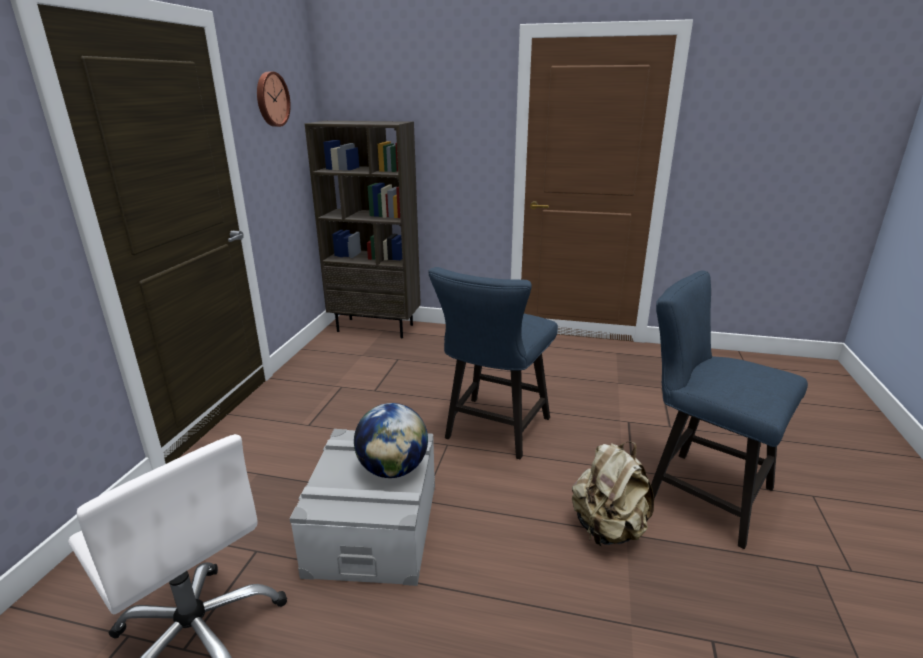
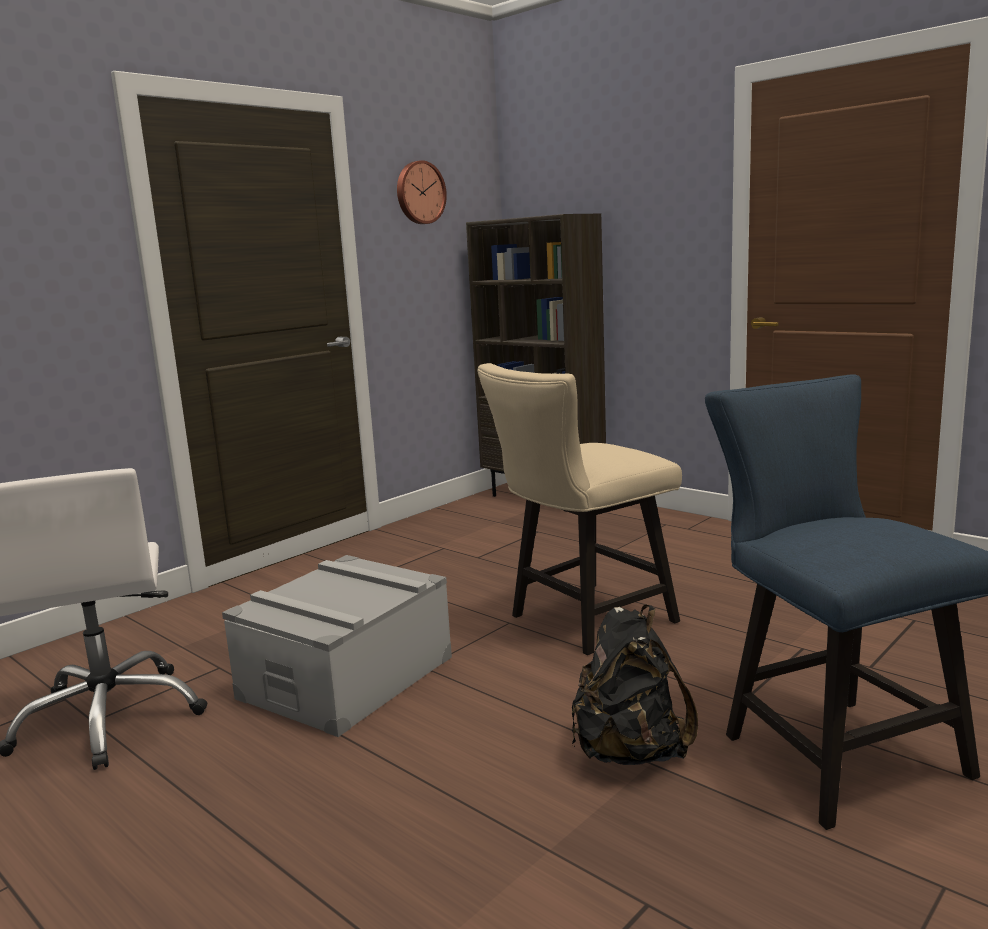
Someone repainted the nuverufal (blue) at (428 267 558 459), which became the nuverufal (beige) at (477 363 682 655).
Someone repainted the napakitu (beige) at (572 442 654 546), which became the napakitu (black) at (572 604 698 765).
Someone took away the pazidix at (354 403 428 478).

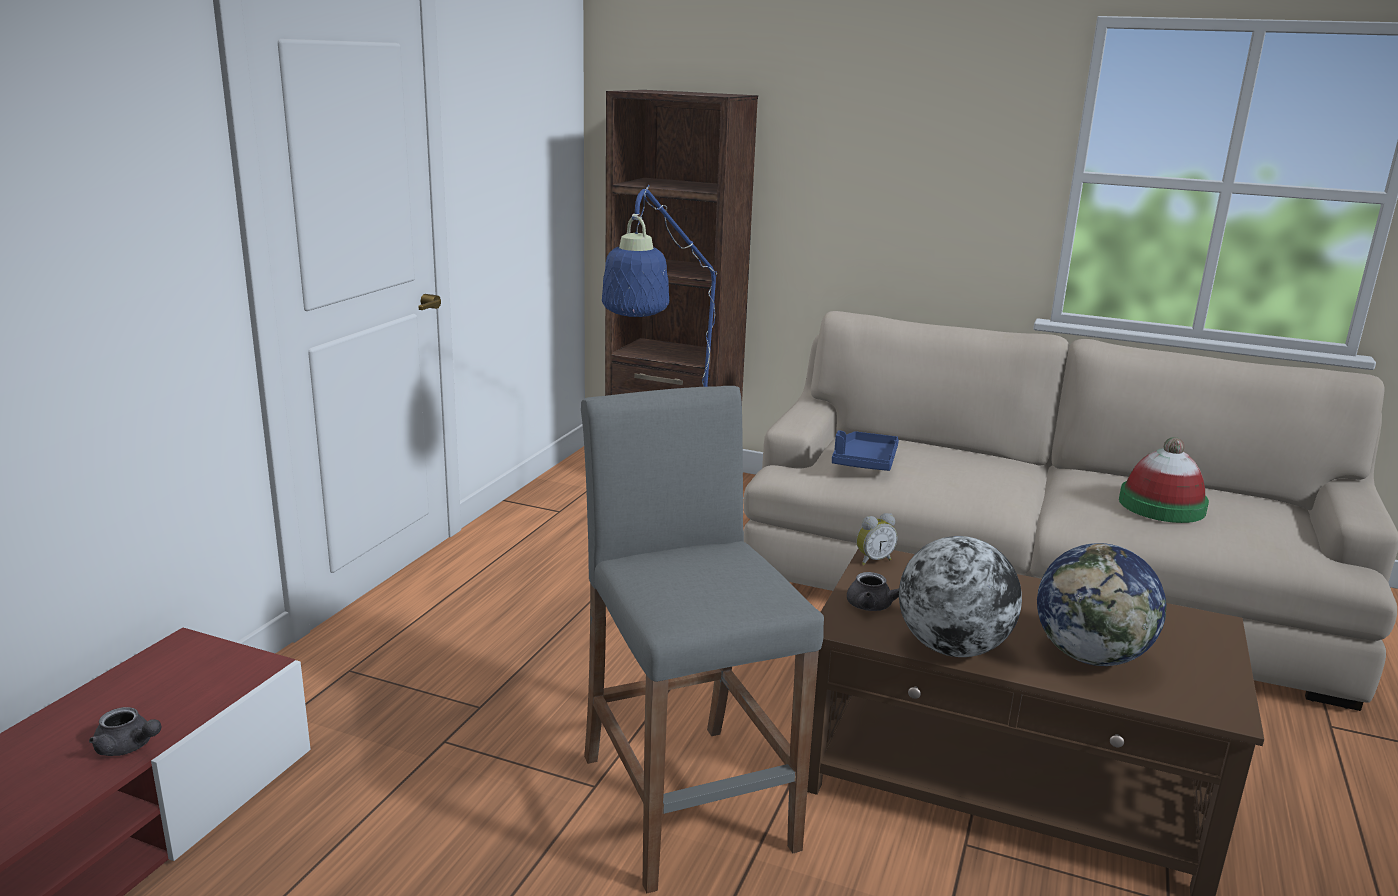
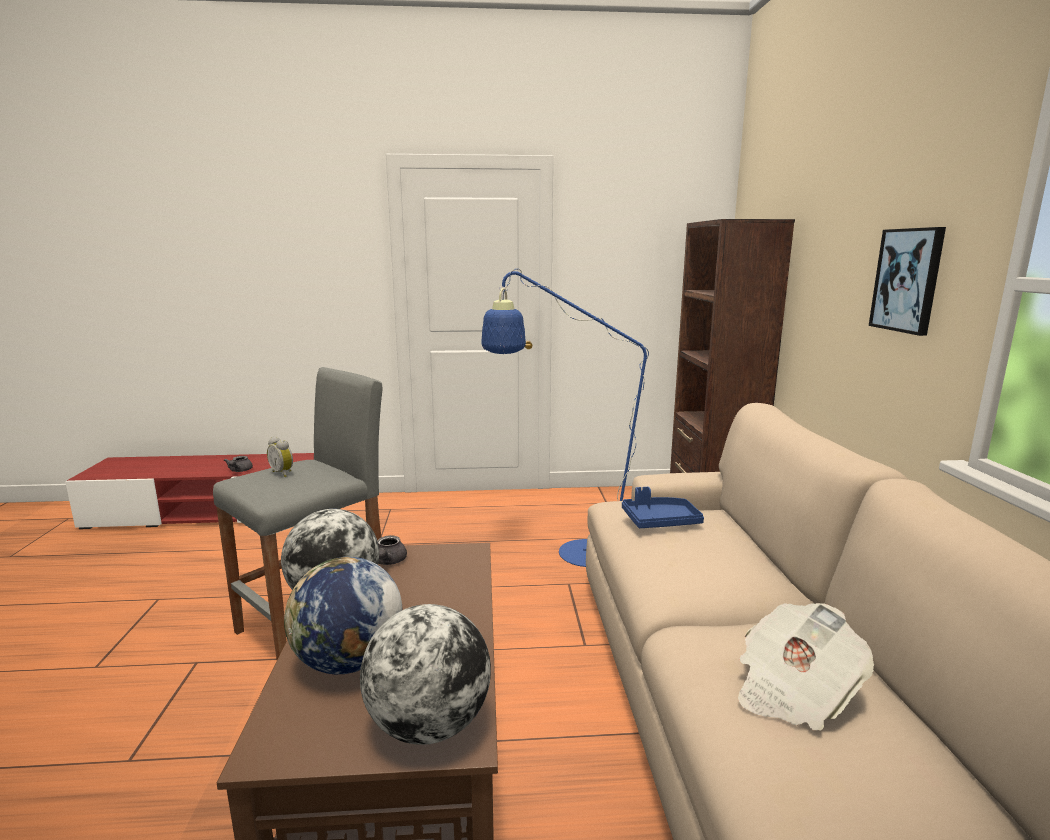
Someone carried the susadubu from (856 513 898 565) to (267 437 293 477).
Someone put down the pazidix at (360 604 491 745).
Someone swapped the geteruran at (1119 437 1209 523) for the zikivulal at (738 603 874 731).
Someone put up the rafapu at (869 227 946 336).

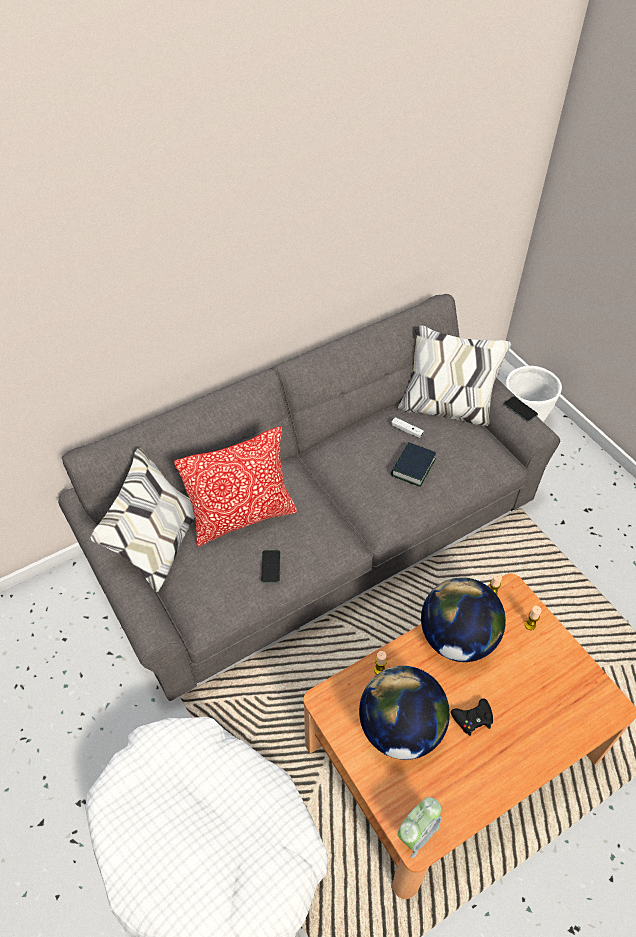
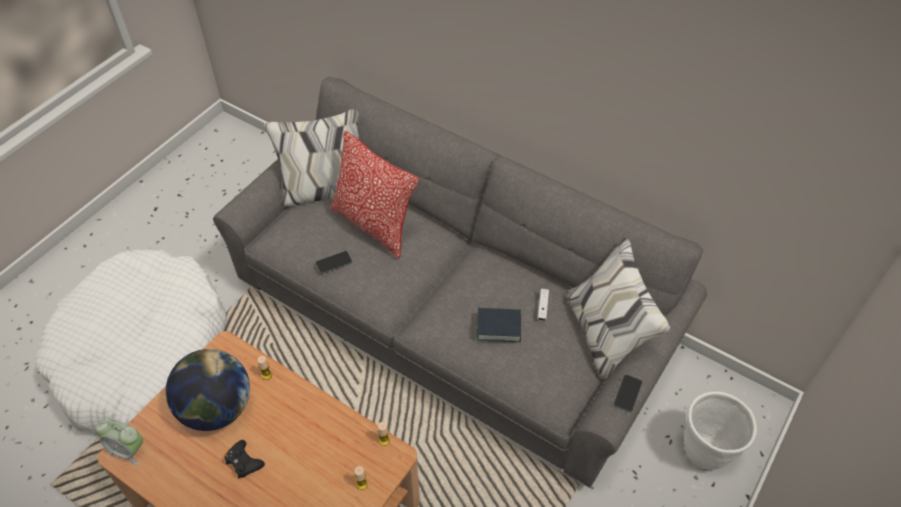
Someone took away the pazidix at (421 577 506 662).

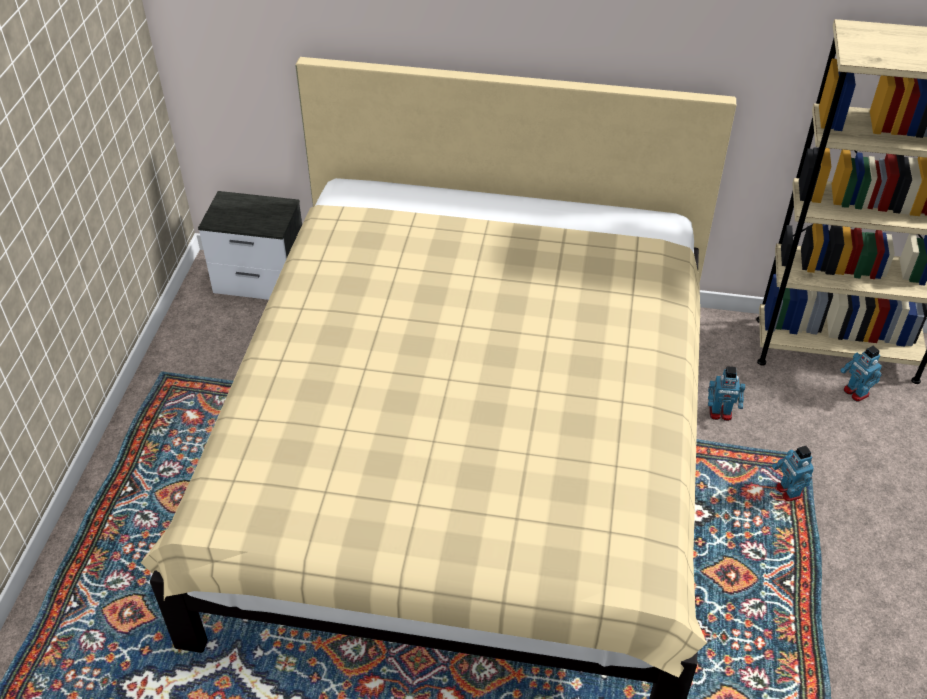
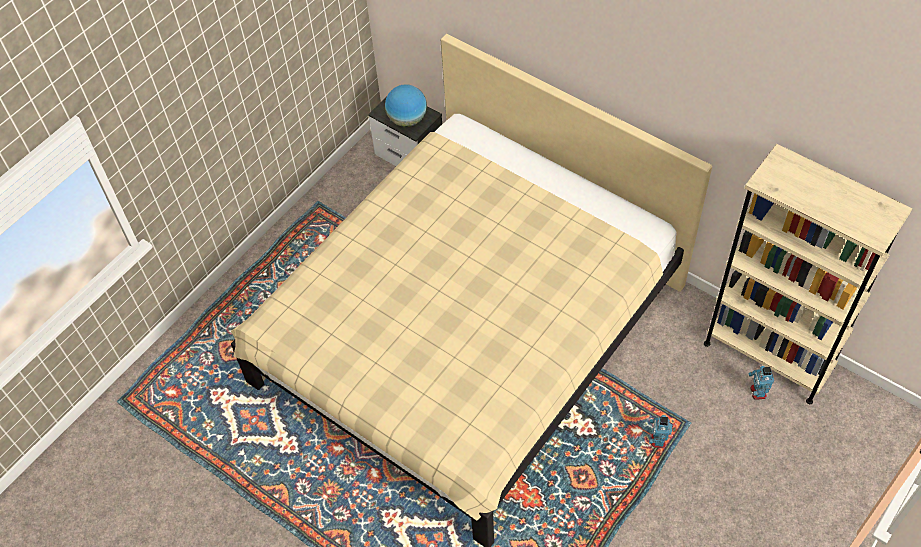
Someone put down the pazidix at (385 84 427 127).
Someone took away the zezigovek at (708 366 745 421).

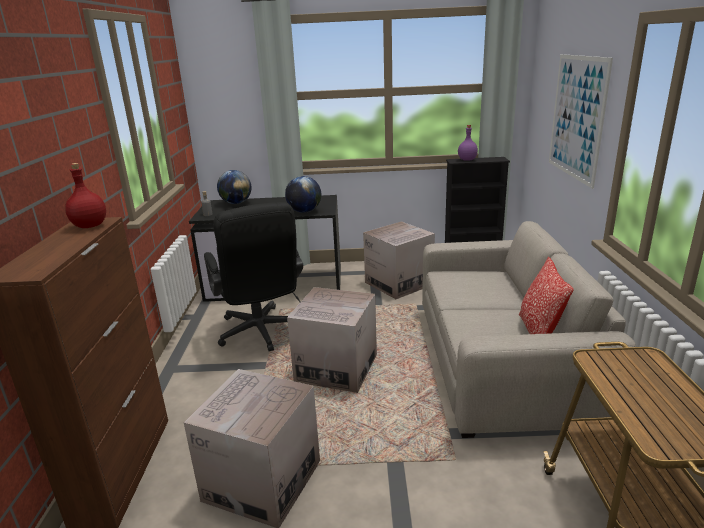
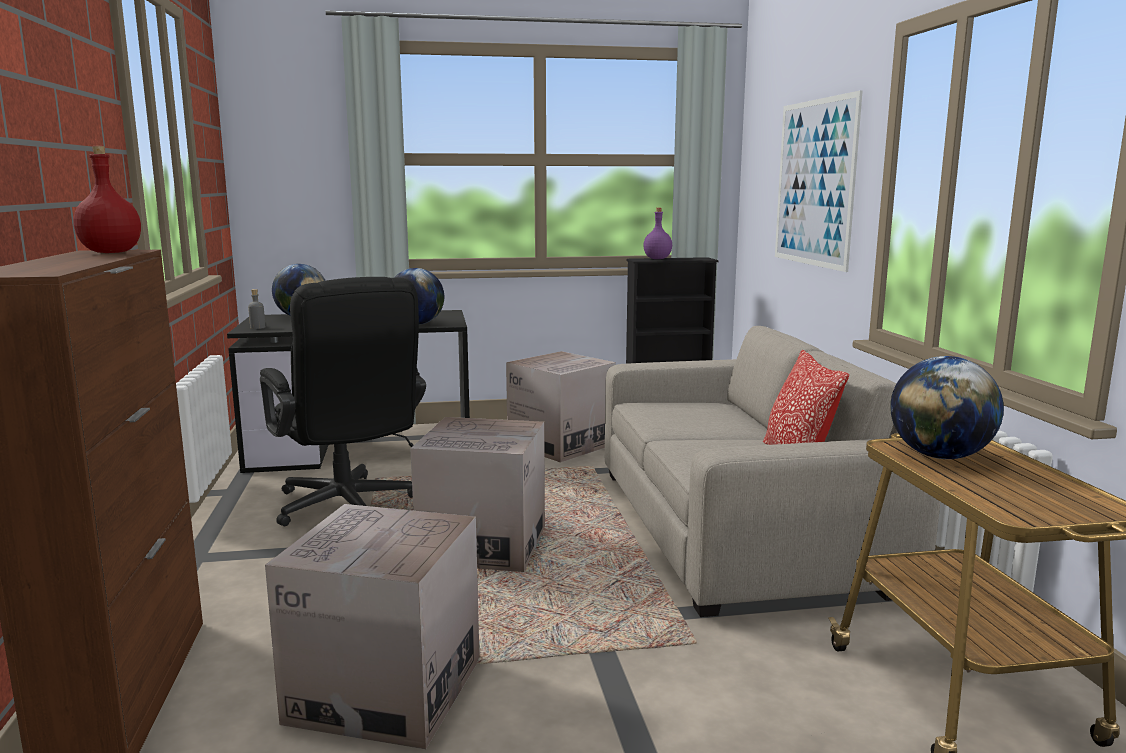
Someone put down the pazidix at (890 356 1004 459).

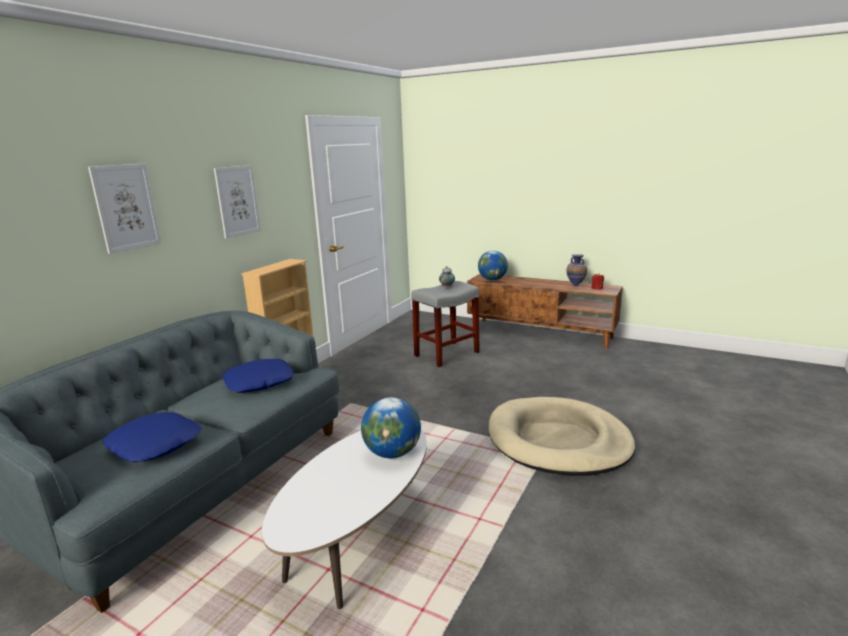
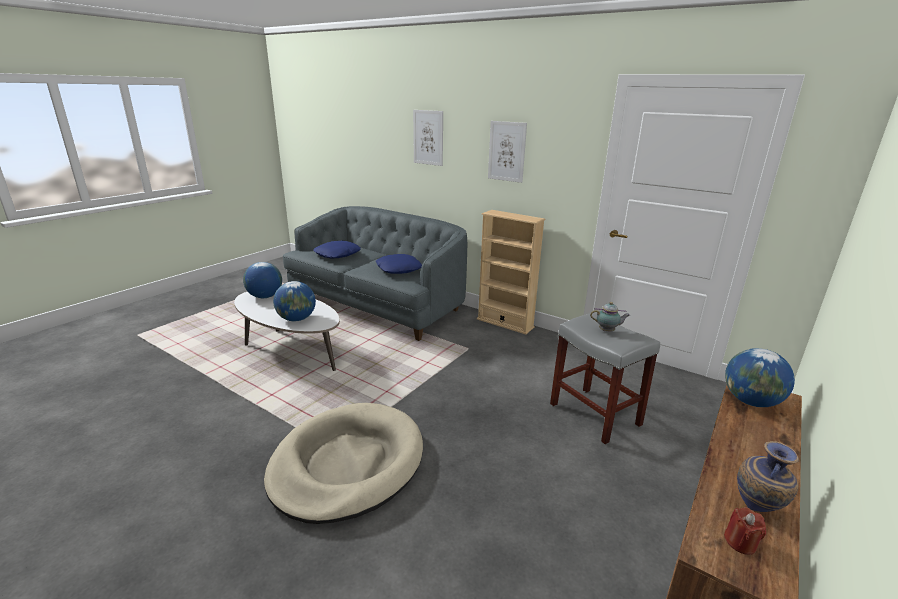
Someone put down the pazidix at (243 262 282 298).

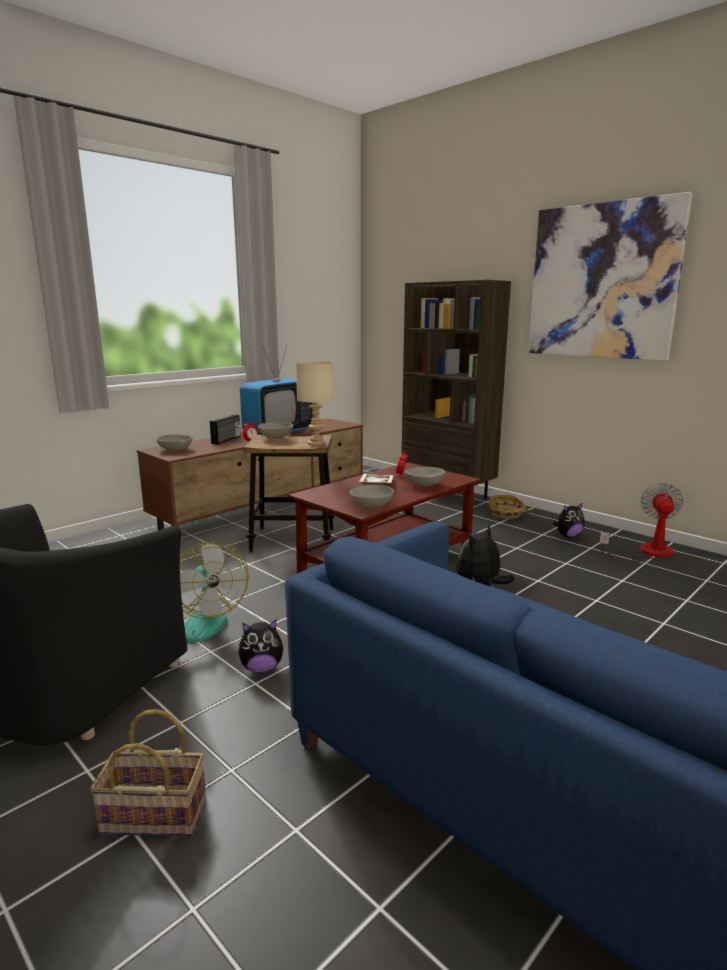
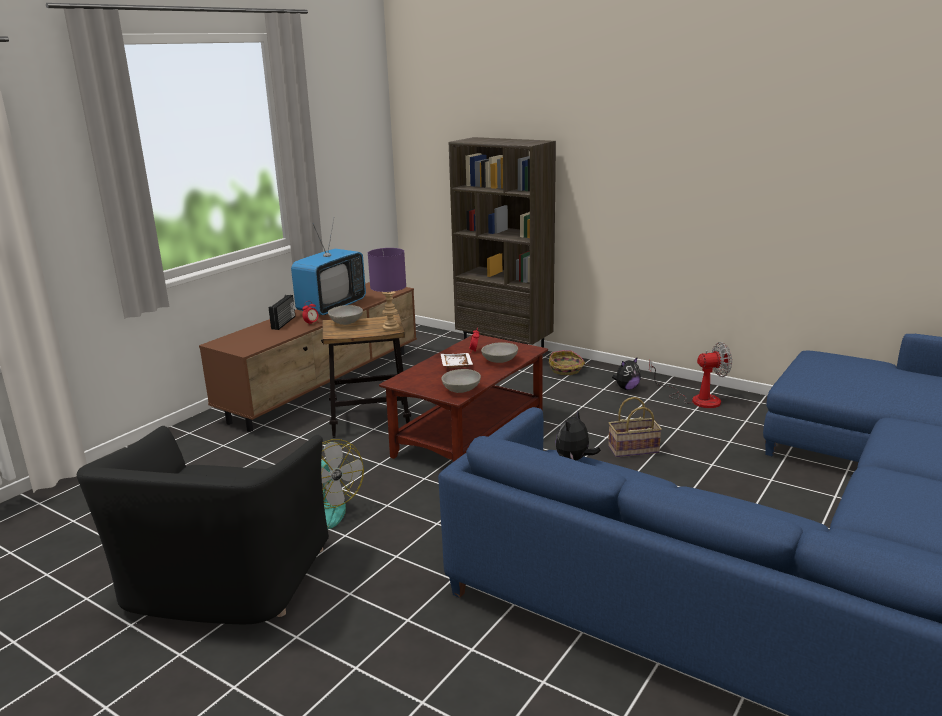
Someone repainted the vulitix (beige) at (296 361 334 446), which became the vulitix (purple) at (368 248 406 331).
Someone carried the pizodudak from (90 709 206 837) to (608 397 662 457).
Someone rotated the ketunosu at (600 483 683 562) by 75 degrees clockwise.
Someone took away the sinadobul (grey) at (156 434 192 451).
Someone took away the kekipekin at (238 620 286 673).
Someone took away the rafapu at (528 192 693 361).

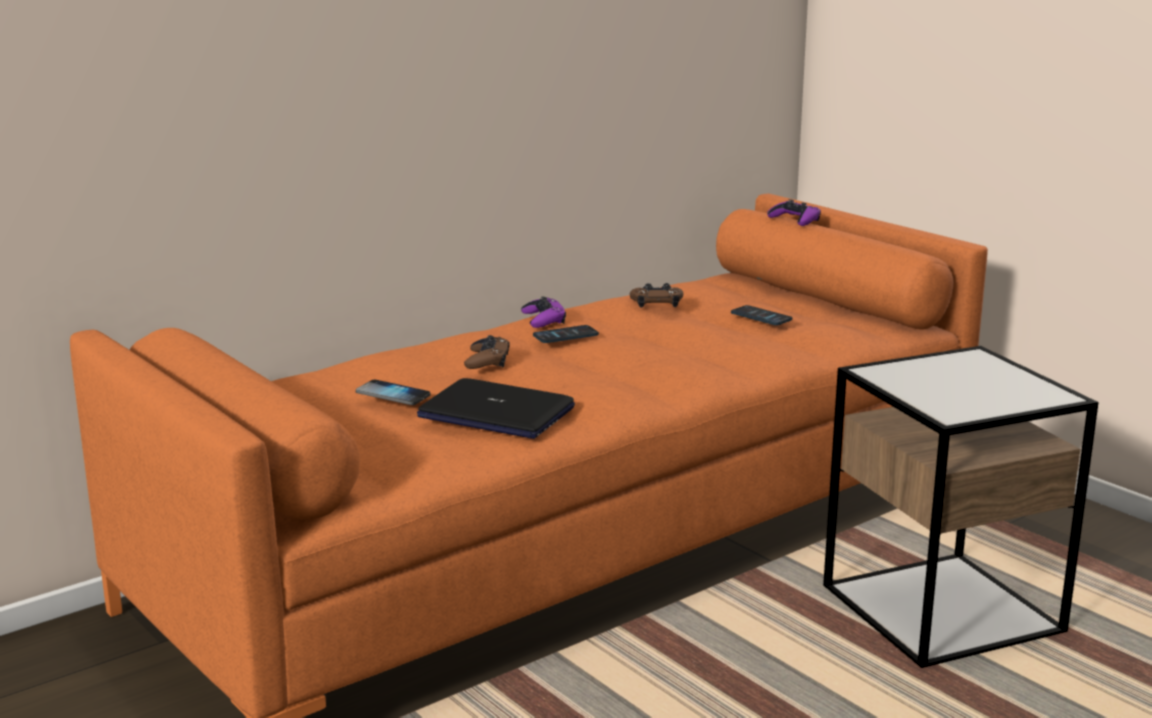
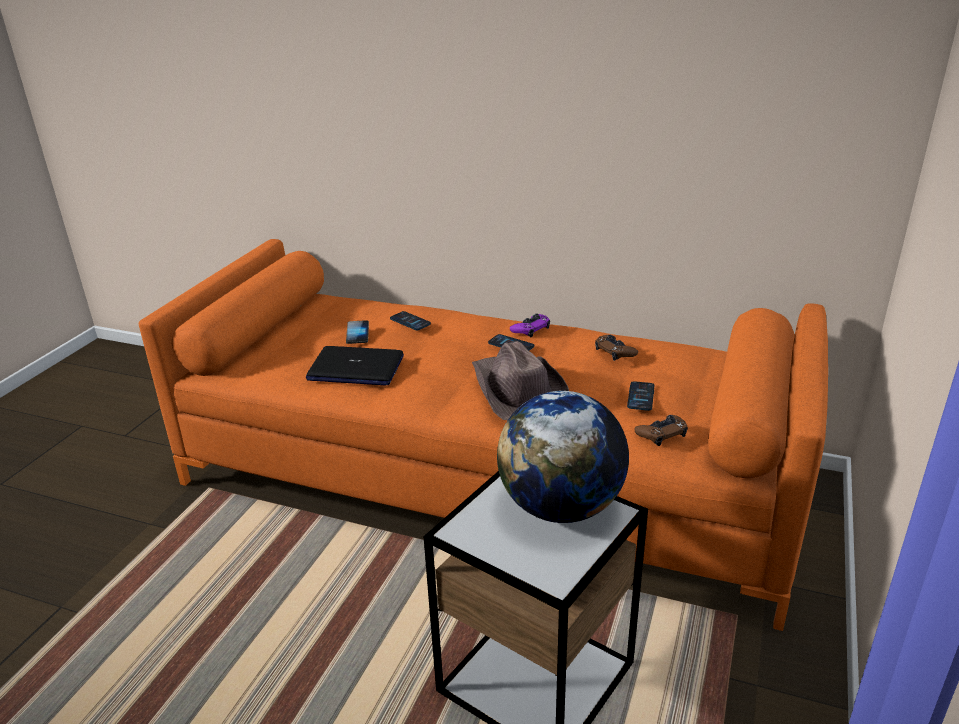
Someone rotated the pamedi at (417 378 575 439) by 75 degrees counterclockwise.
Someone put down the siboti at (390 311 431 330).
Someone put down the geteruran (brown) at (472 341 569 420).
Someone put down the pazidix at (497 391 629 523).
Someone carried the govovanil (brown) from (464 335 510 369) to (634 415 688 446).
Someone took away the govovanil (purple) at (767 199 821 226).

